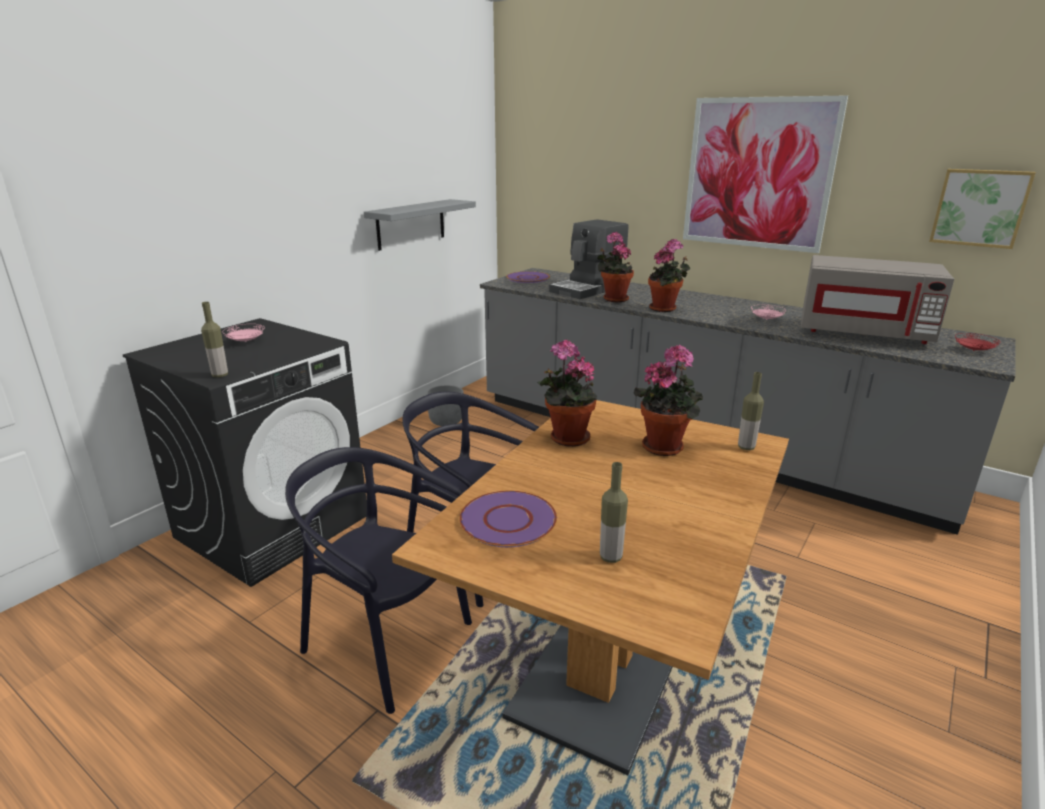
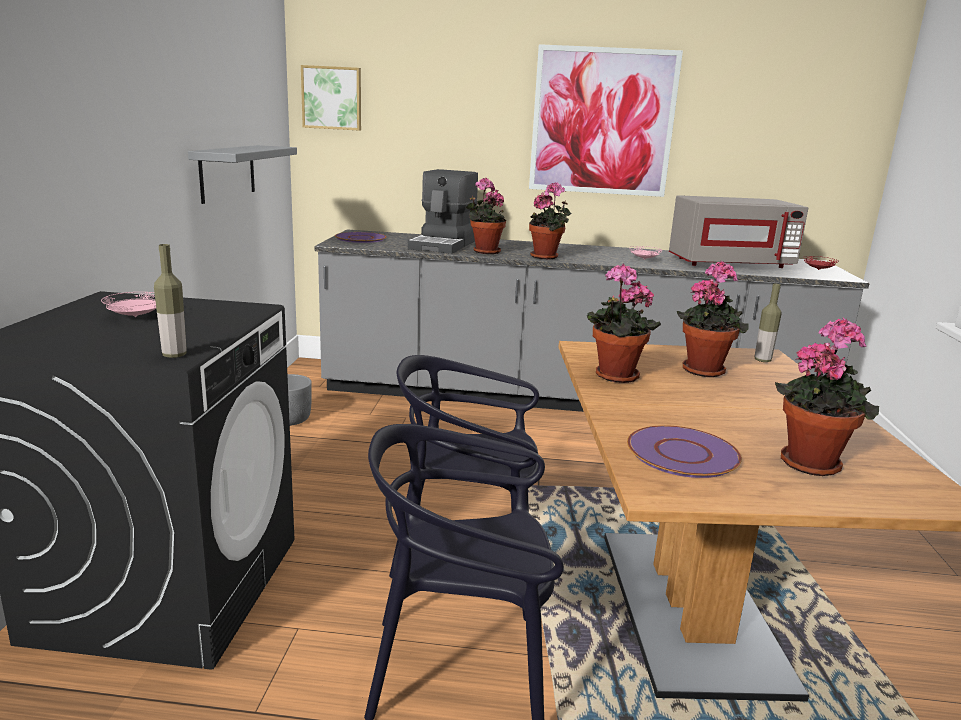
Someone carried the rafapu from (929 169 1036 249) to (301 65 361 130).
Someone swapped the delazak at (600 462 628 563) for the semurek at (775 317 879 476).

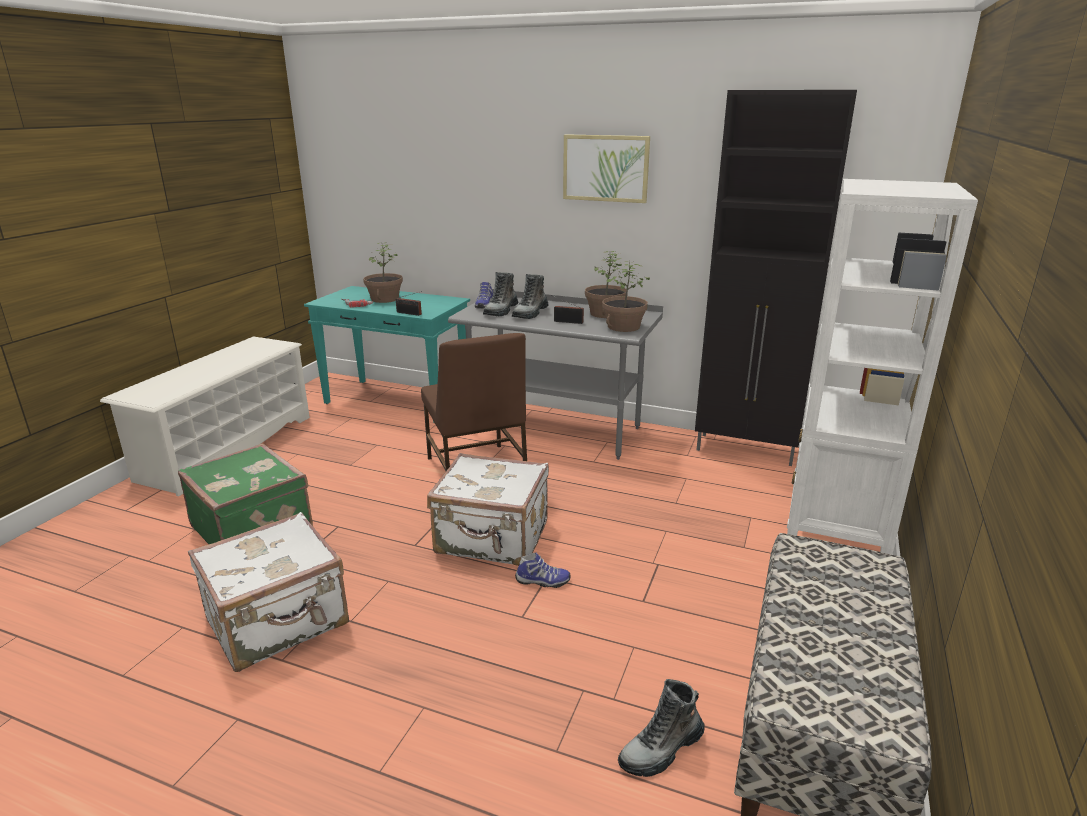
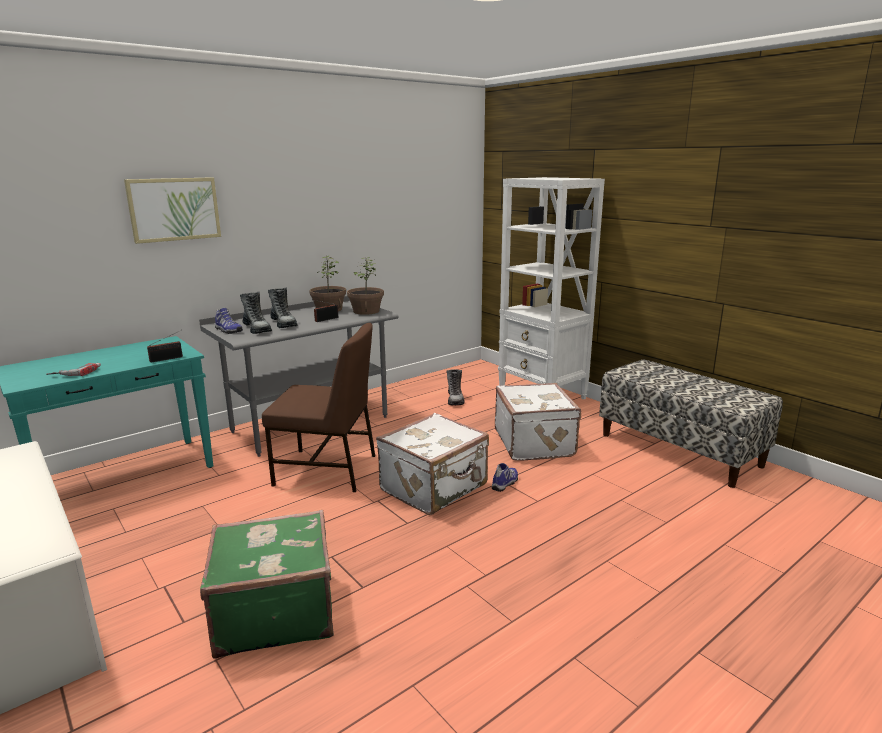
Someone carried the rafapu from (563 134 650 203) to (124 177 221 244).
Someone carried the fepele from (618 679 705 777) to (446 369 465 405).
Someone carried the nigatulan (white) from (188 512 349 672) to (495 383 581 461).
Someone took away the semurek at (363 242 403 303).
Someone took away the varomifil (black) at (695 90 857 466).

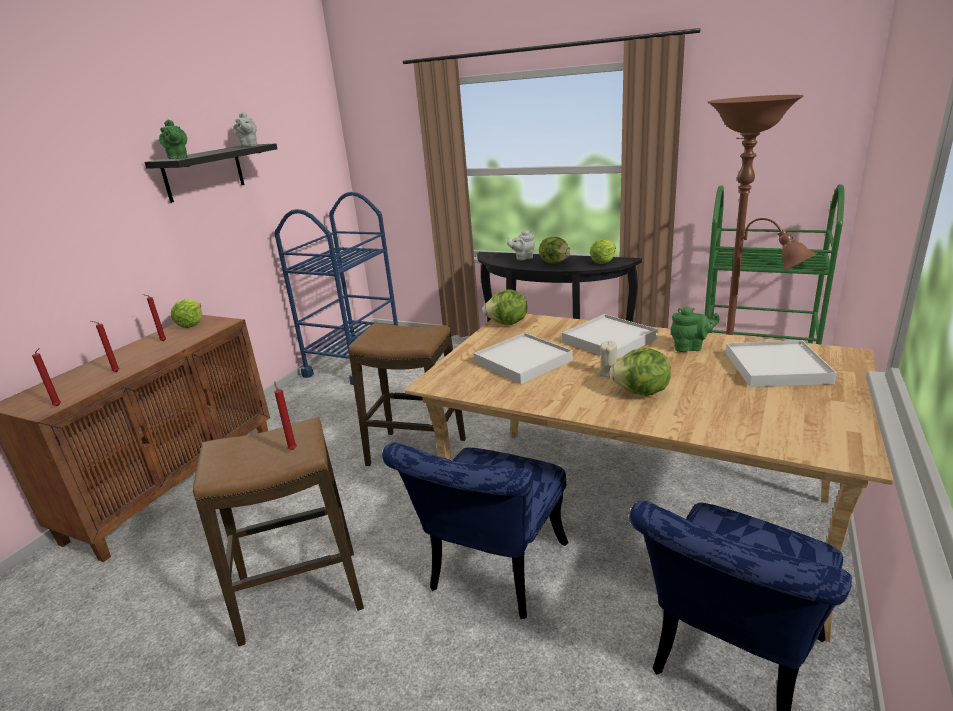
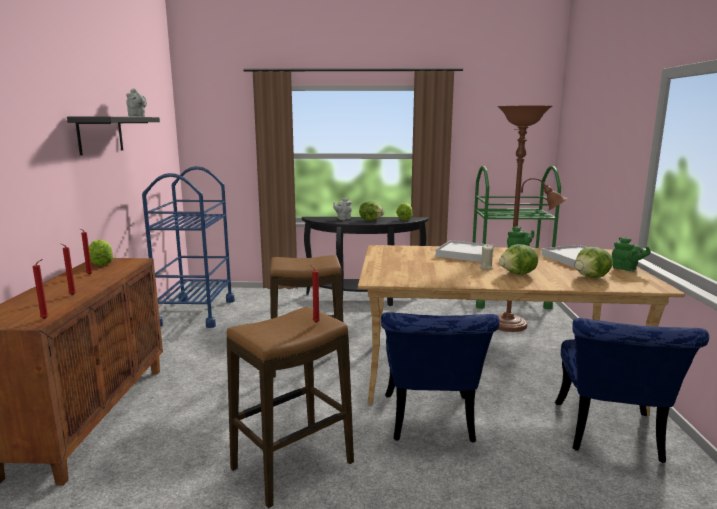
Someone carried the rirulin from (483 289 527 325) to (575 247 613 278).
Someone carried the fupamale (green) from (159 120 188 159) to (612 237 651 271).
Someone took away the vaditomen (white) at (474 333 573 384).

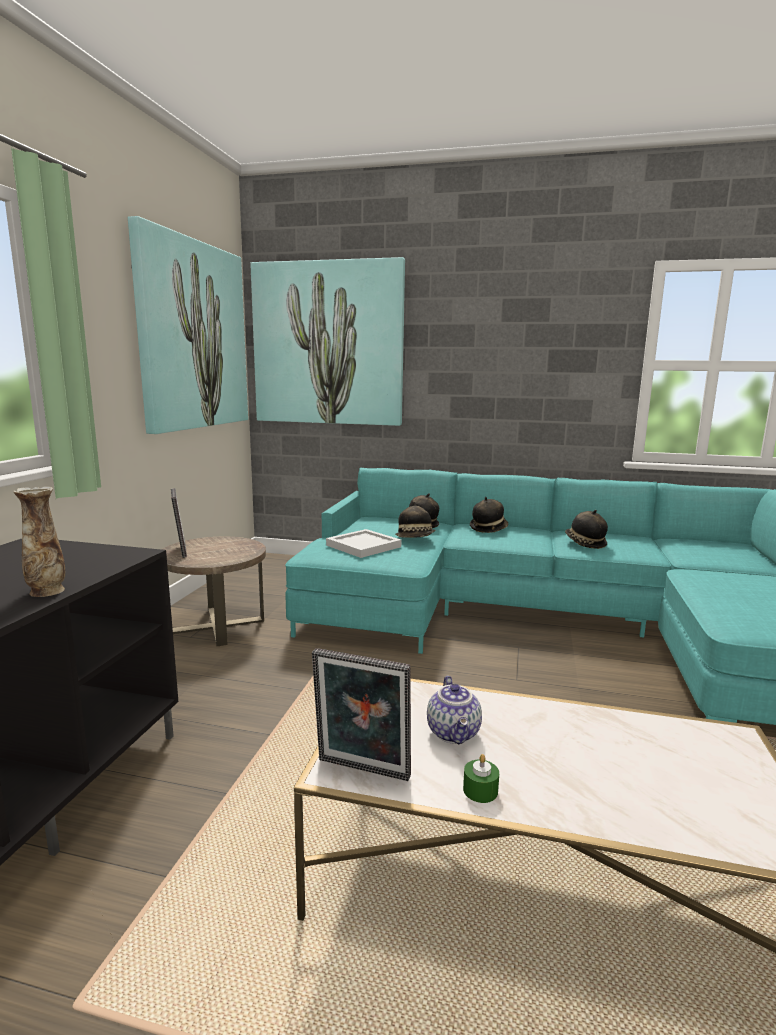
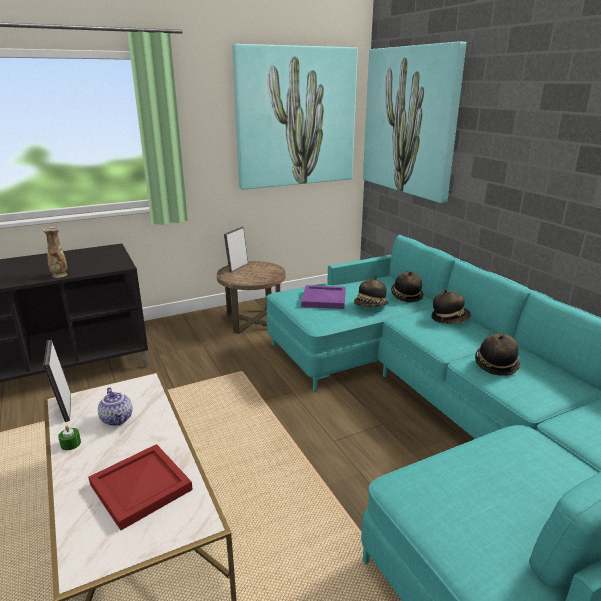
Someone put down the vaditomen (red) at (88 444 193 530).
Someone rotated the fupamale at (427 676 482 744) by 75 degrees counterclockwise.
Someone repainted the vaditomen (white) at (326 529 401 558), which became the vaditomen (purple) at (301 285 346 309).

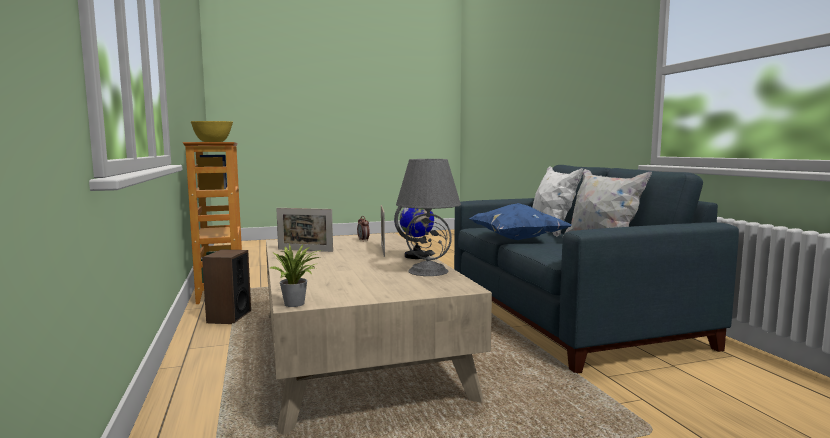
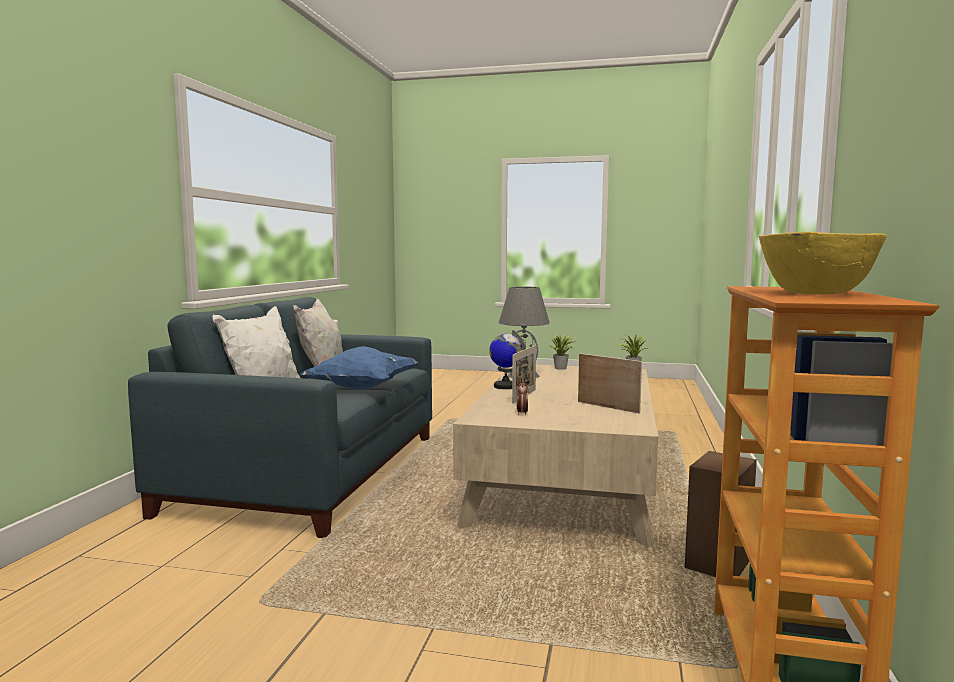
Someone put down the semurek at (548 333 577 370).

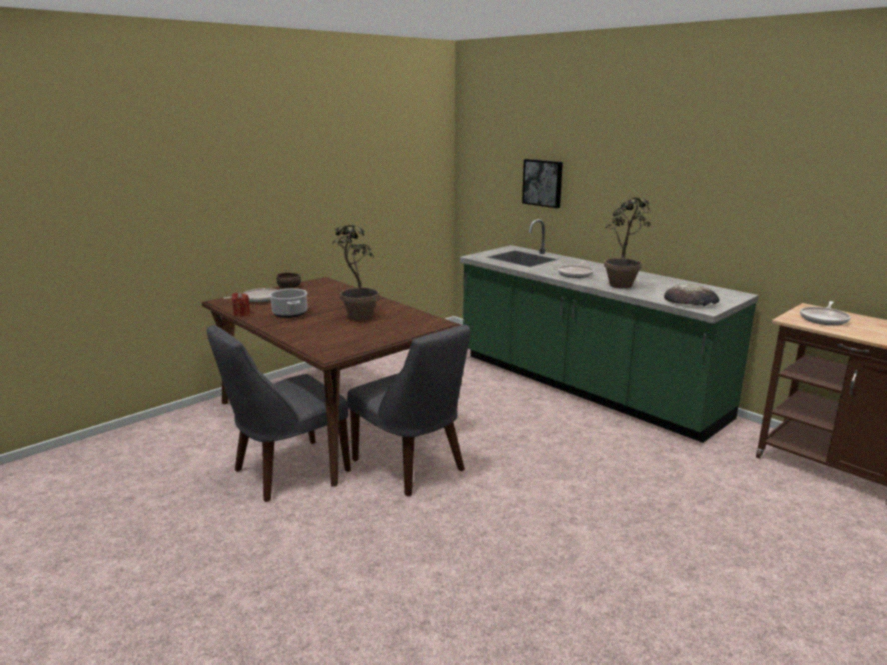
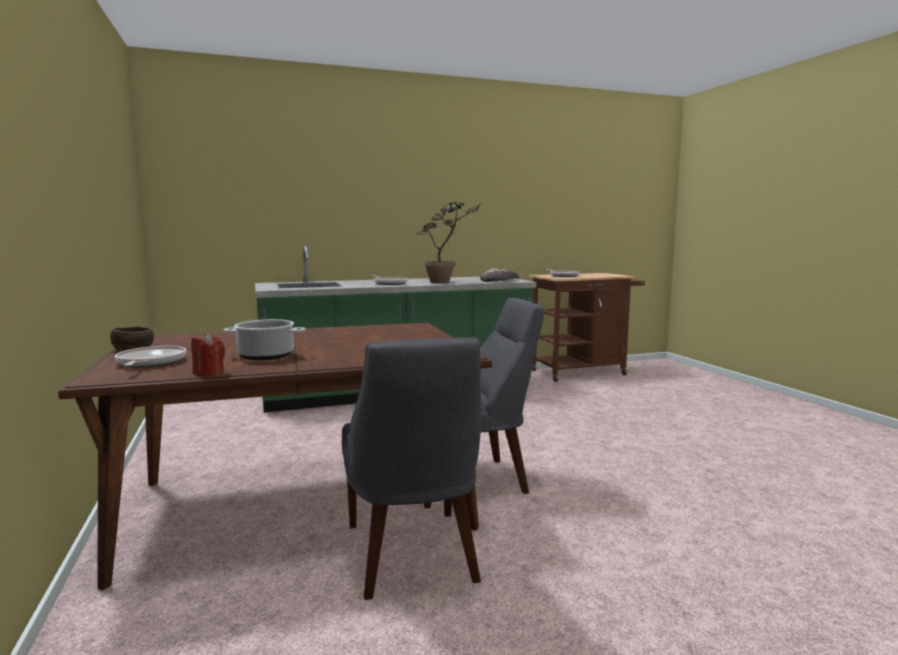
Someone took away the semurek at (332 225 379 321).
Someone took away the rafapu at (522 159 563 208).

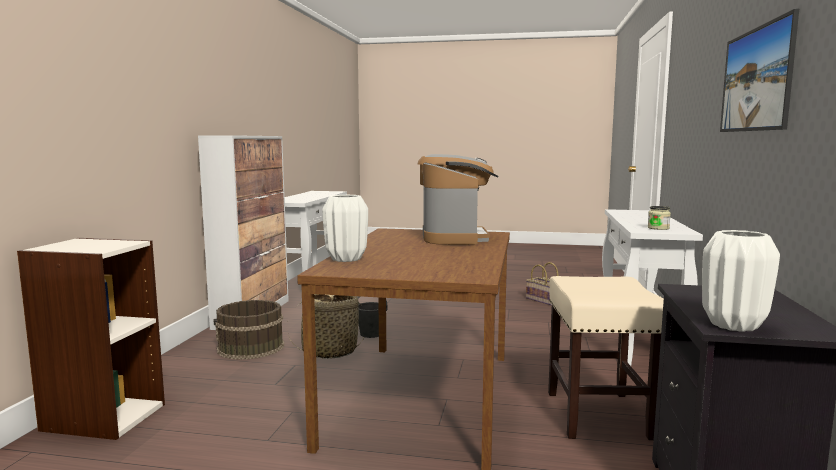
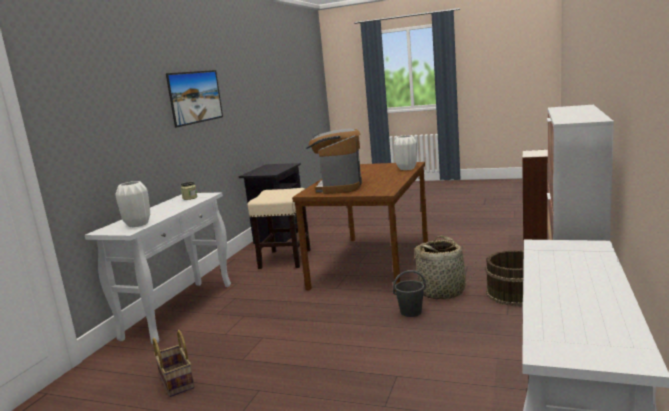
Someone carried the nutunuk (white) from (702 230 780 332) to (115 181 150 227).

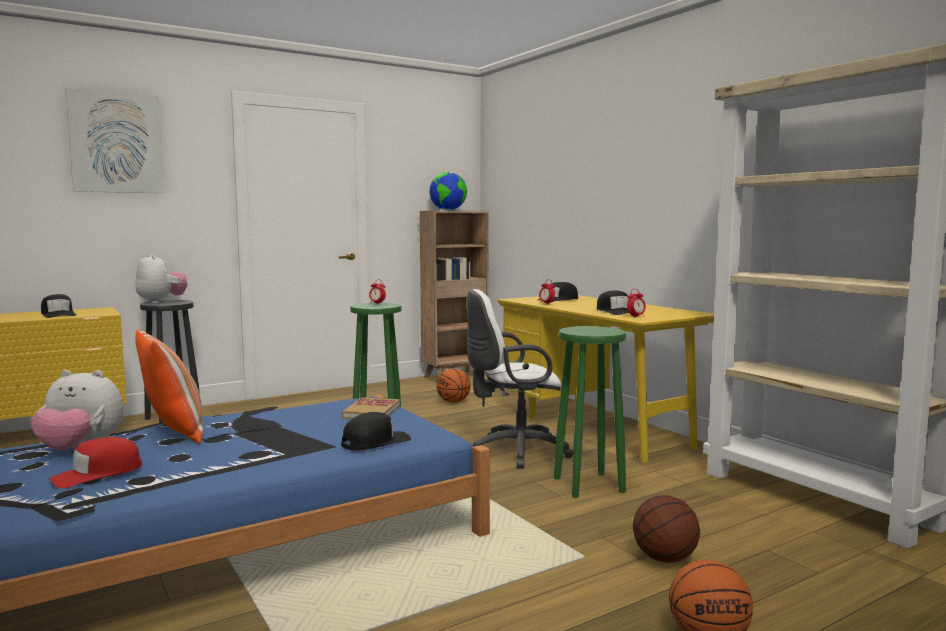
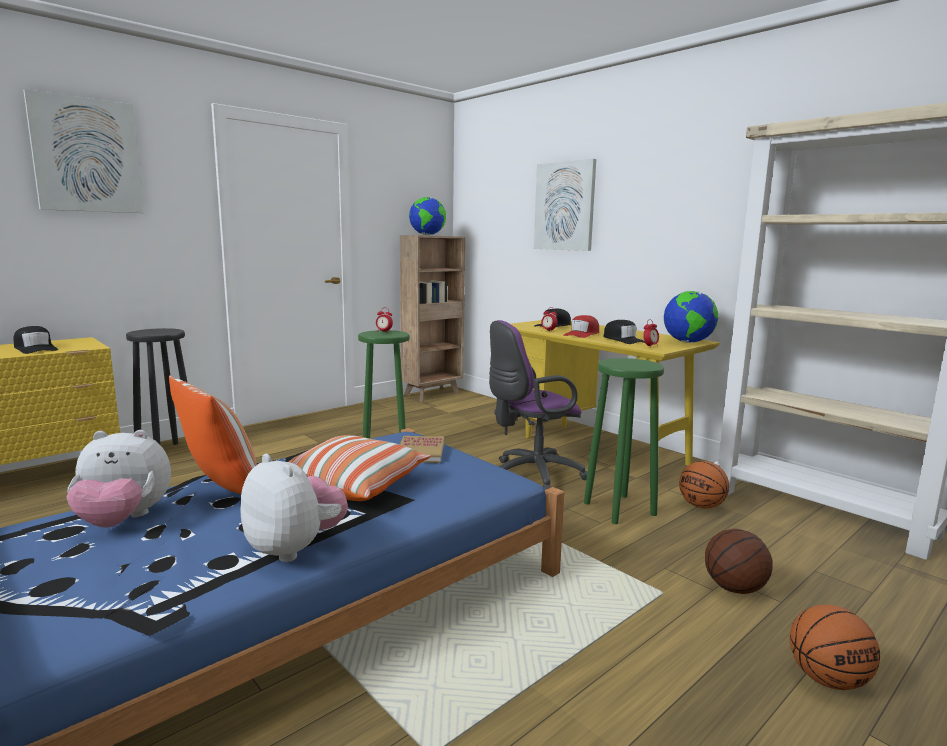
Someone carried the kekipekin from (135 254 187 303) to (240 454 348 562).
Someone put down the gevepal at (289 435 431 501).
Someone repainted the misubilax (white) at (467 289 573 469), which became the misubilax (purple) at (489 320 587 489).
Someone put up the rafapu at (534 159 596 251).
Someone carried the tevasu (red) from (49 437 142 488) to (564 315 599 338).
Someone put down the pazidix at (664 291 718 343).
Someone carried the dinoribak from (436 368 471 403) to (679 461 729 509).
Someone took away the tevasu (black) at (341 412 411 450).

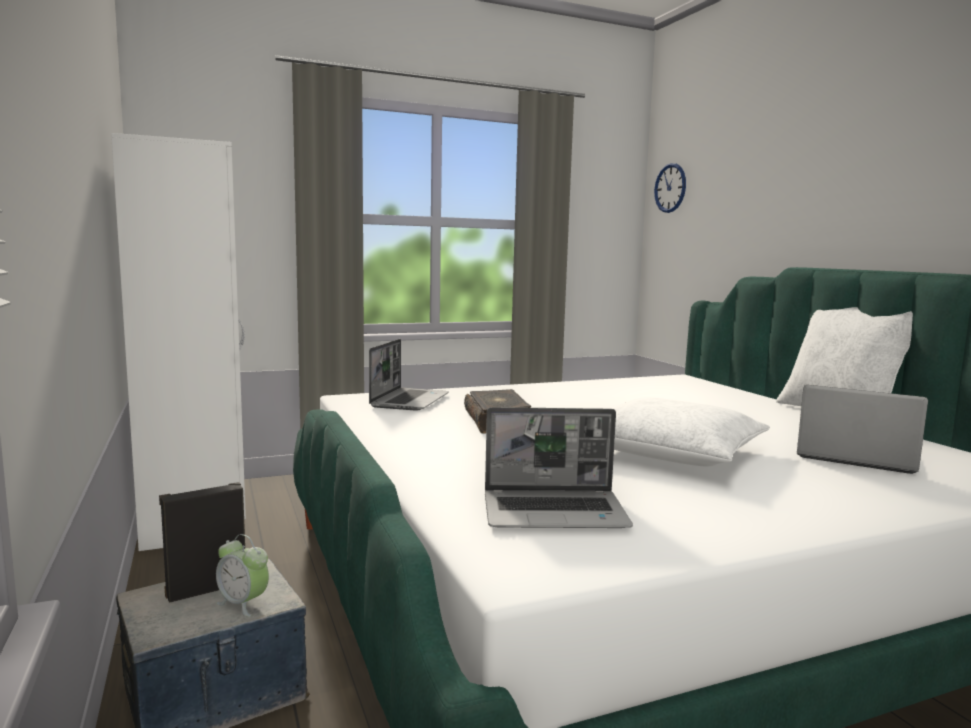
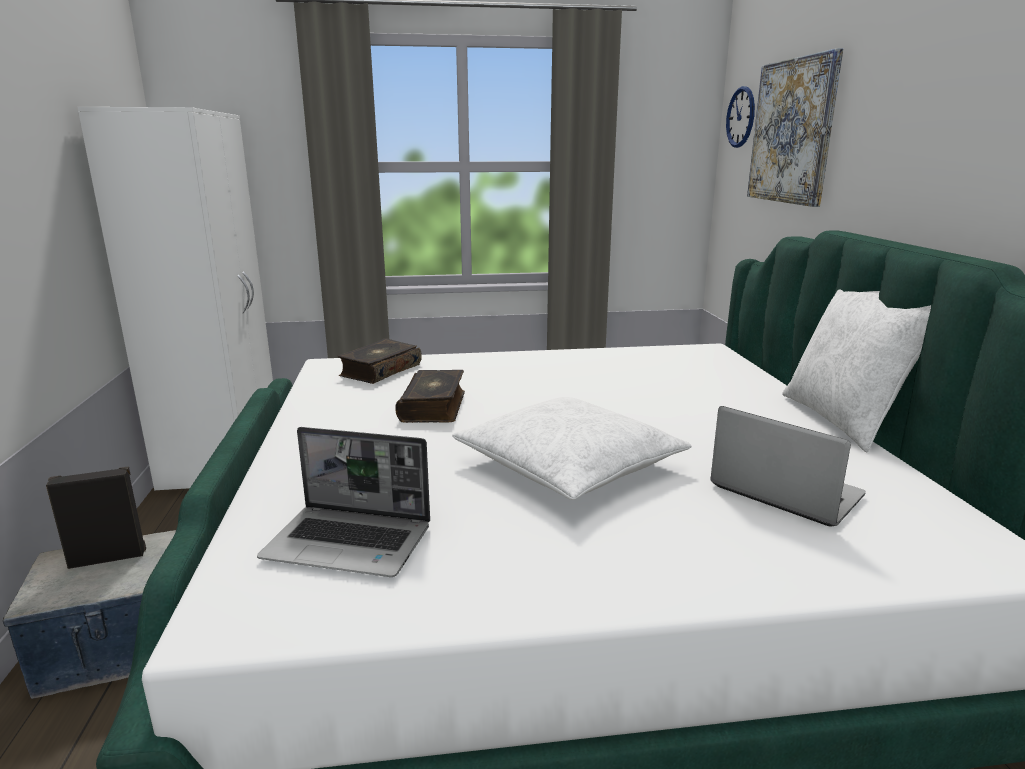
Someone swapped the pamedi at (369 339 449 411) for the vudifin at (338 338 422 384).
Someone put up the rafapu at (747 48 843 207).
Someone took away the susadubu at (216 534 269 617).

